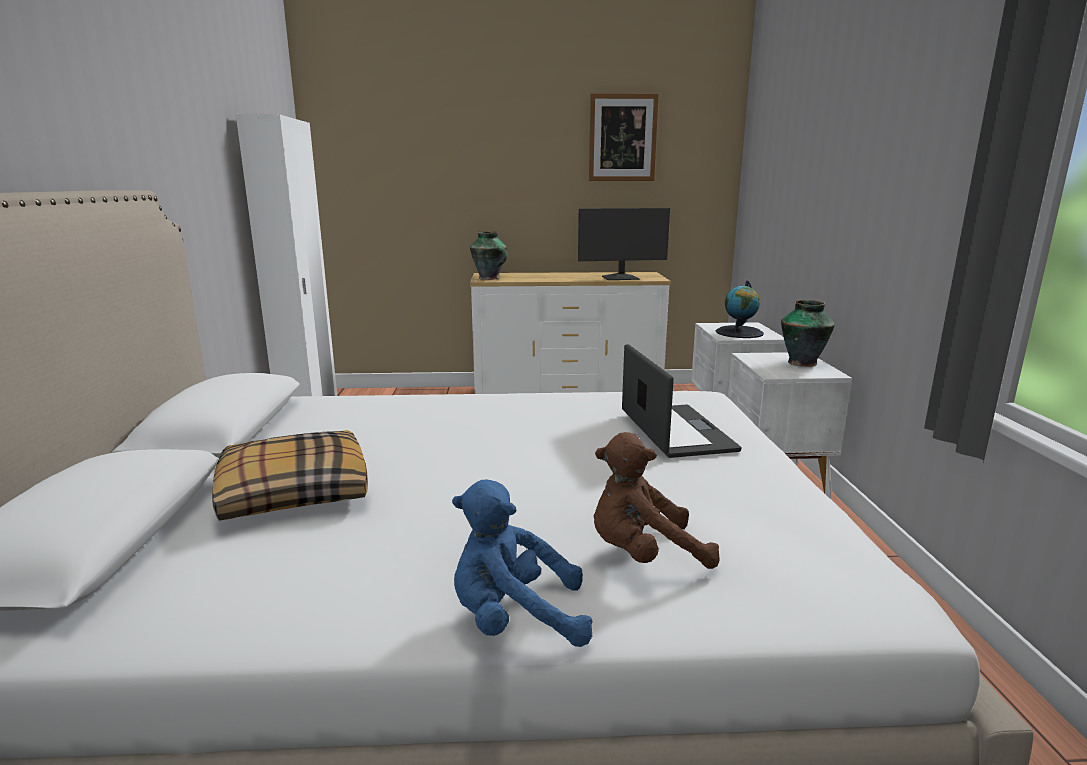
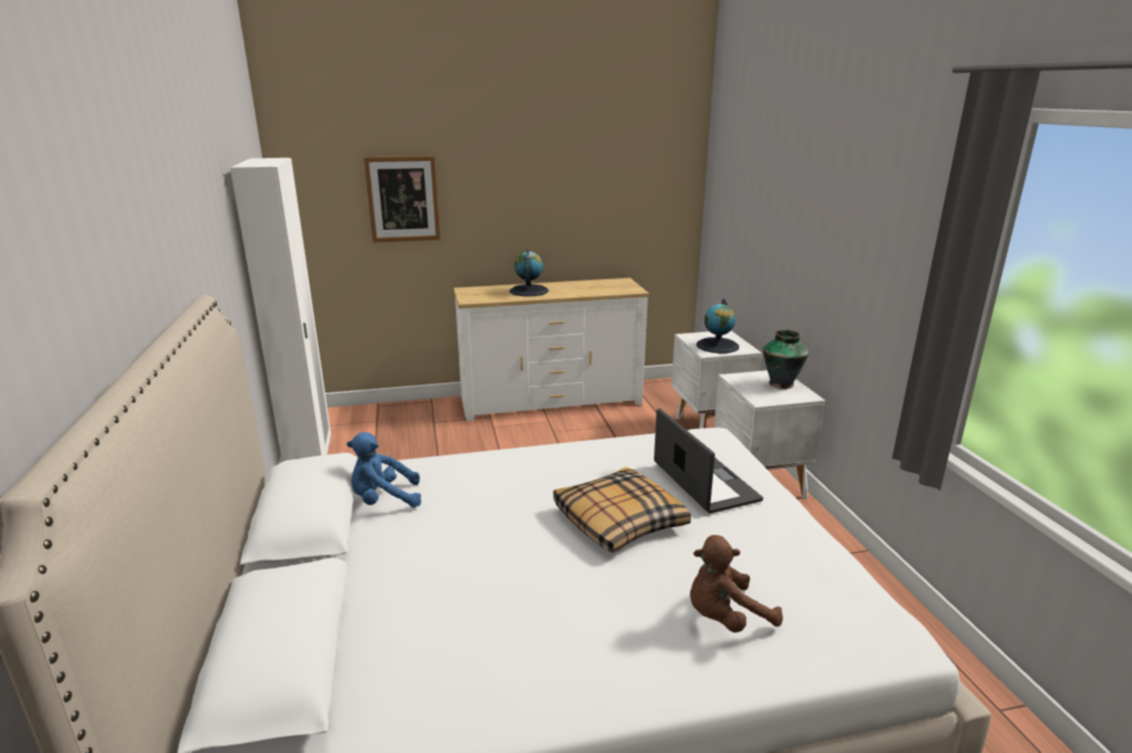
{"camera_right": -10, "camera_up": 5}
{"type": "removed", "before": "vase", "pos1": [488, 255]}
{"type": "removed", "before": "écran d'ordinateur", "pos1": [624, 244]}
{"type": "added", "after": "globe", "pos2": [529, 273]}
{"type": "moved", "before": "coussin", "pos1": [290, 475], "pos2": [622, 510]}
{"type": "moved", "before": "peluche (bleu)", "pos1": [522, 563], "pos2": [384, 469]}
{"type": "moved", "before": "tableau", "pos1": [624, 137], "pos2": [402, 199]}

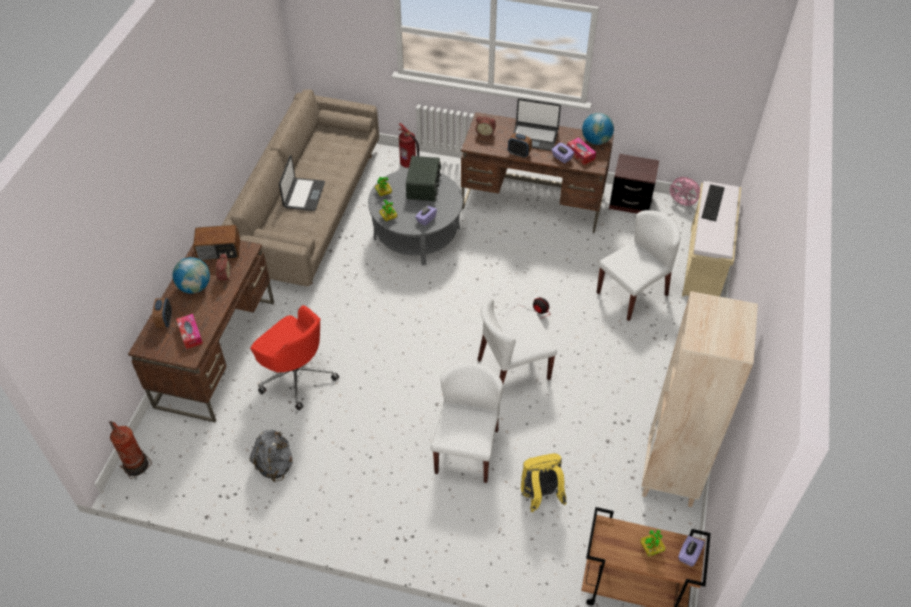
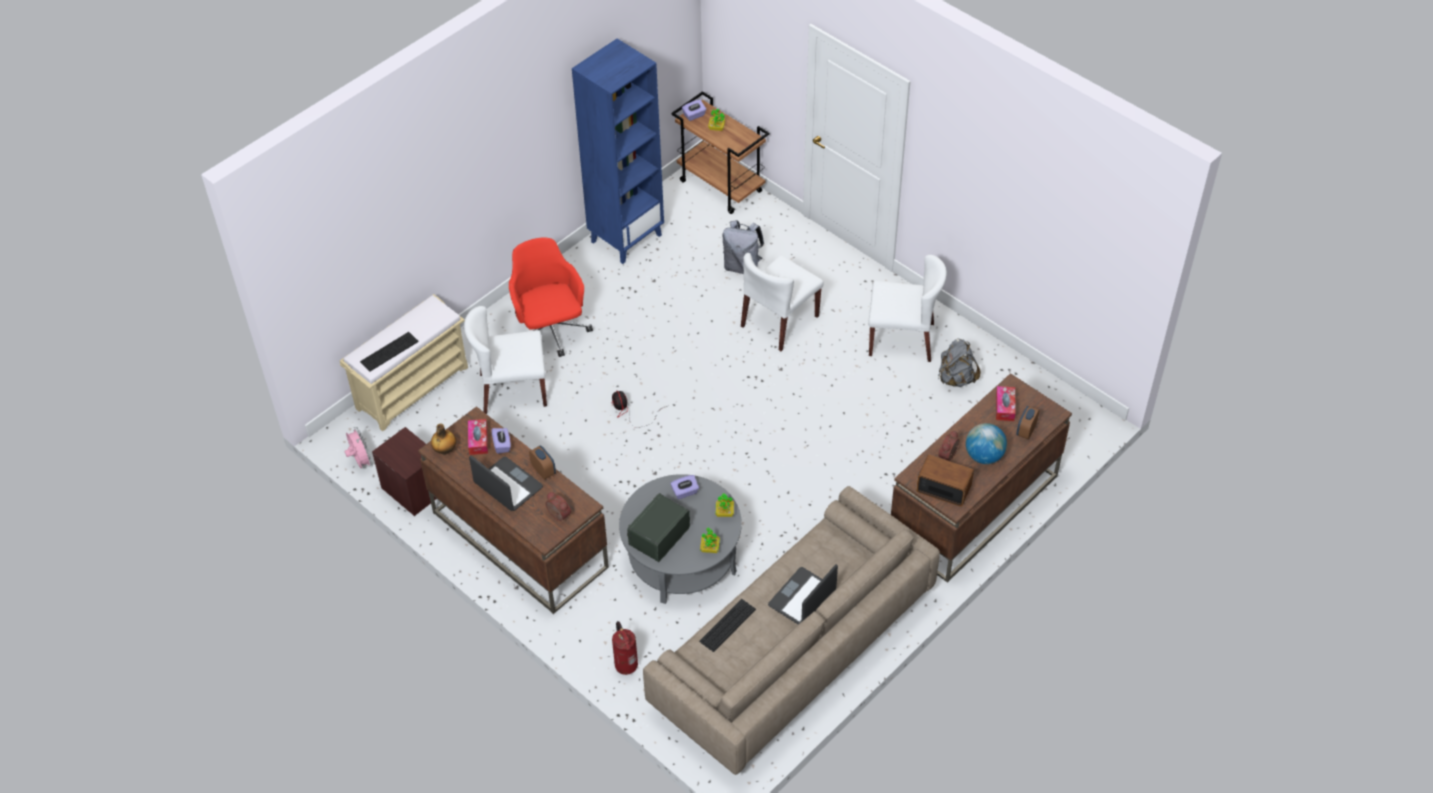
{"camera_right": -150, "camera_up": 0}
{"type": "removed", "before": "extincteur", "pos1": [130, 450]}
{"type": "added", "after": "clavier", "pos2": [727, 625]}
{"type": "moved", "before": "chaise de bureau (rouge)", "pos1": [294, 357], "pos2": [551, 297]}
{"type": "moved", "before": "chaise (blanc)", "pos1": [517, 341], "pos2": [907, 308]}
{"type": "replaced", "before": "globe", "after": "bouteille", "pos1": [598, 129], "pos2": [443, 439]}
{"type": "recoloured", "before": "sac à dos (jaune)", "after": "sac à dos (gris)", "pos1": [544, 483], "pos2": [743, 247]}
{"type": "recoloured", "before": "bibliothèque (beige)", "after": "bibliothèque (bleu)", "pos1": [699, 399], "pos2": [618, 151]}

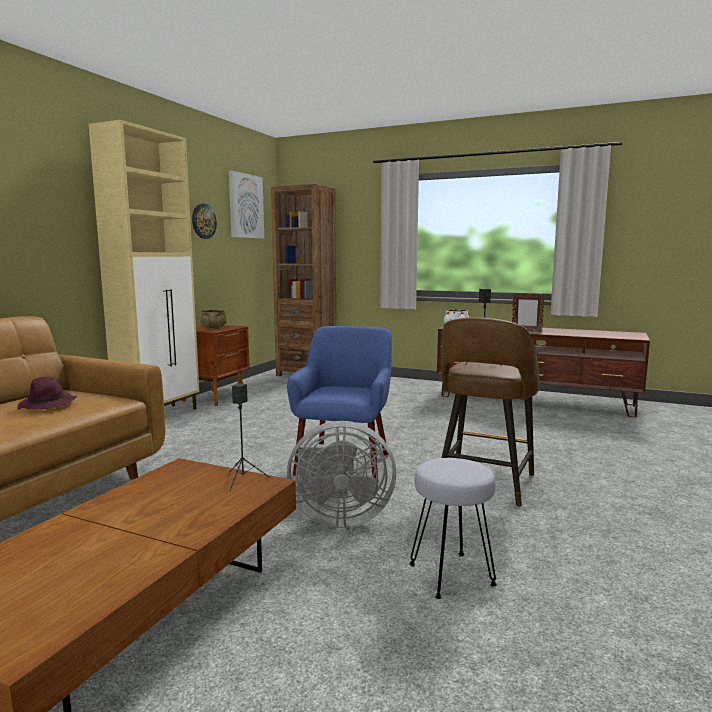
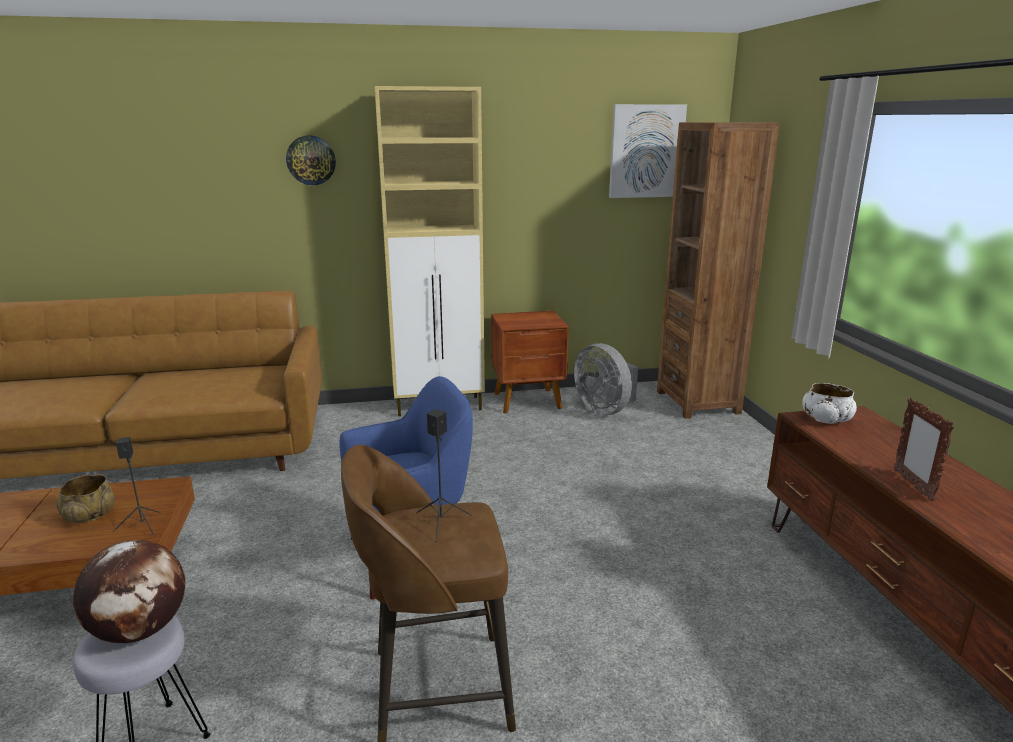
{"camera_right": 55, "camera_up": 10}
{"type": "removed", "before": "chapeau (violet)", "pos1": [47, 393]}
{"type": "added", "after": "globe", "pos2": [129, 591]}
{"type": "moved", "before": "horloge murale", "pos1": [204, 221], "pos2": [311, 160]}
{"type": "moved", "before": "bol (beige)", "pos1": [214, 319], "pos2": [85, 498]}
{"type": "moved", "before": "ventilateur (gris)", "pos1": [341, 474], "pos2": [606, 379]}

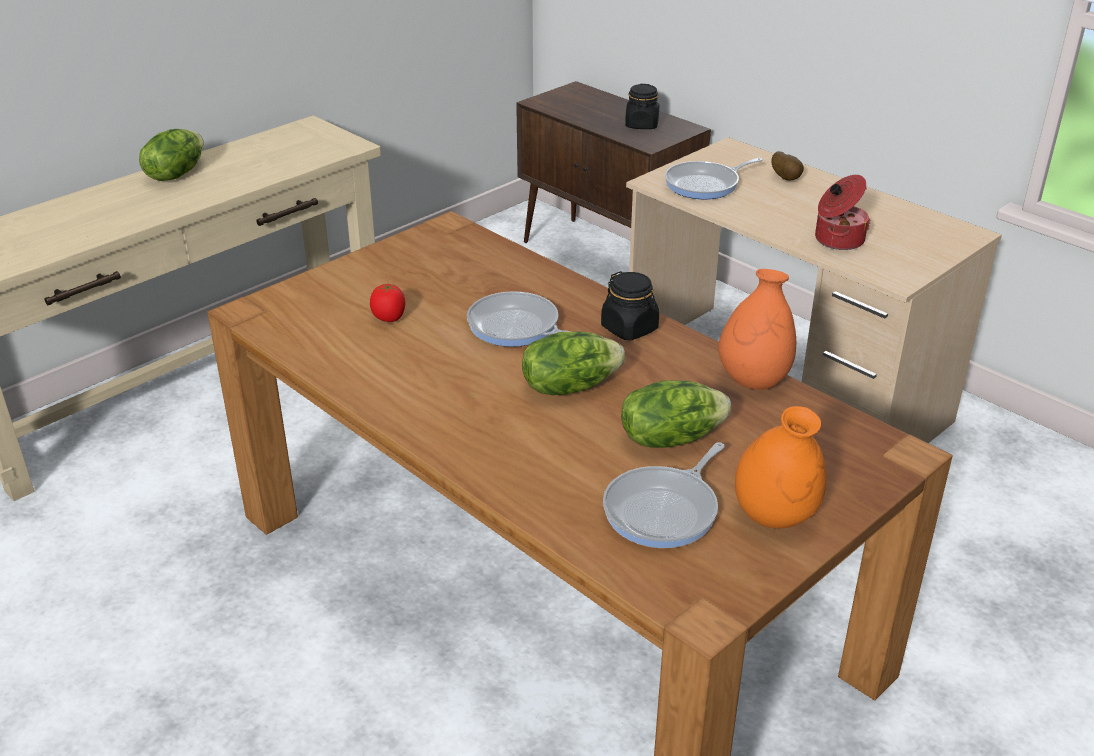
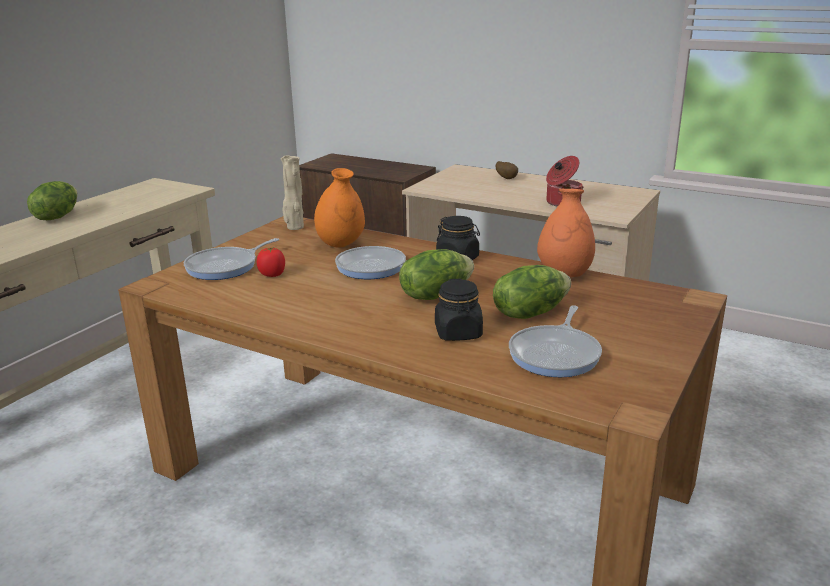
{"camera_right": -15, "camera_up": -10}
{"type": "added", "after": "vase (beige)", "pos2": [292, 192]}
{"type": "moved", "before": "bocal (noir)", "pos1": [642, 106], "pos2": [459, 310]}
{"type": "moved", "before": "poêle", "pos1": [713, 178], "pos2": [231, 259]}
{"type": "moved", "before": "vase (orange)", "pos1": [780, 467], "pos2": [339, 207]}

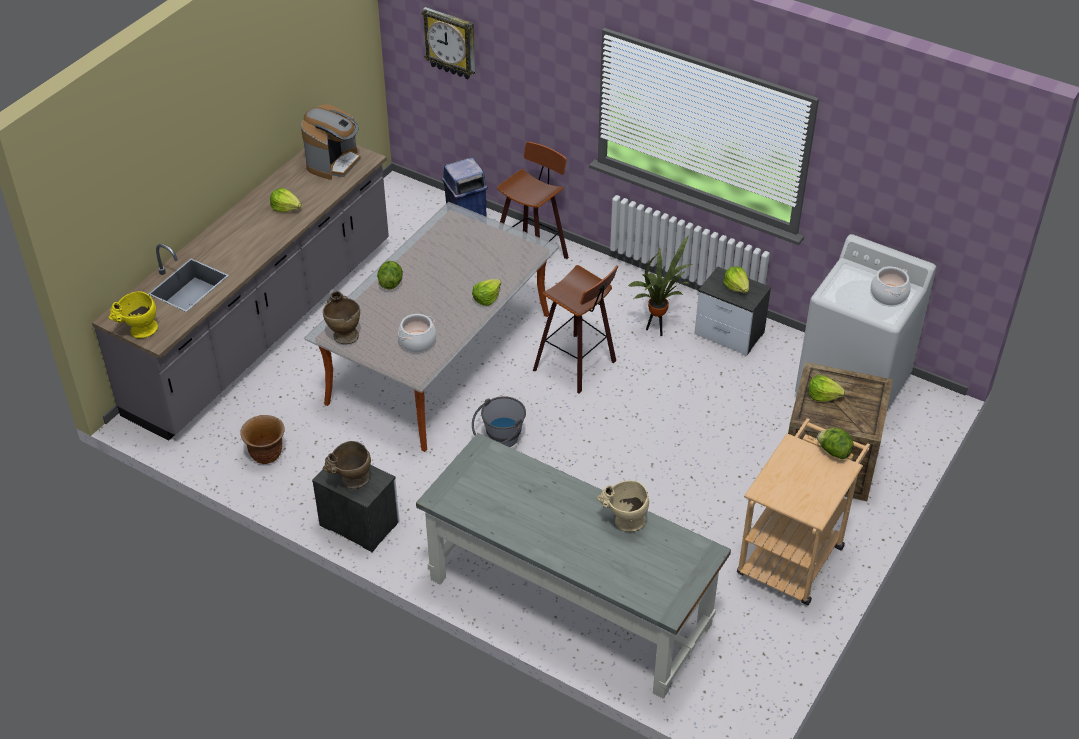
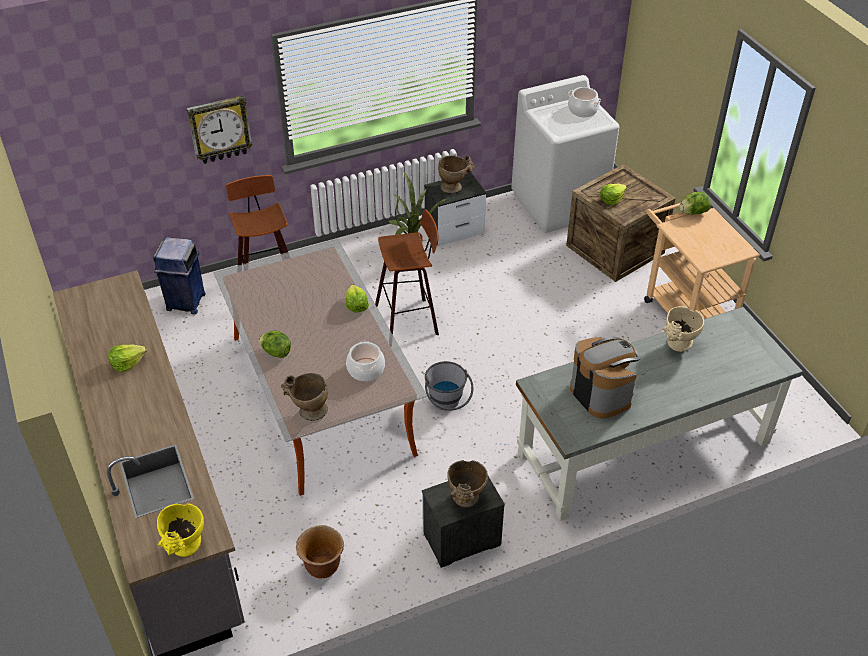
{"camera_right": -55, "camera_up": 0}
{"type": "moved", "before": "machine à café", "pos1": [331, 142], "pos2": [605, 377]}
{"type": "moved", "before": "horloge murale", "pos1": [448, 43], "pos2": [220, 129]}
{"type": "replaced", "before": "laitue", "after": "vase (beige)", "pos1": [736, 279], "pos2": [456, 175]}

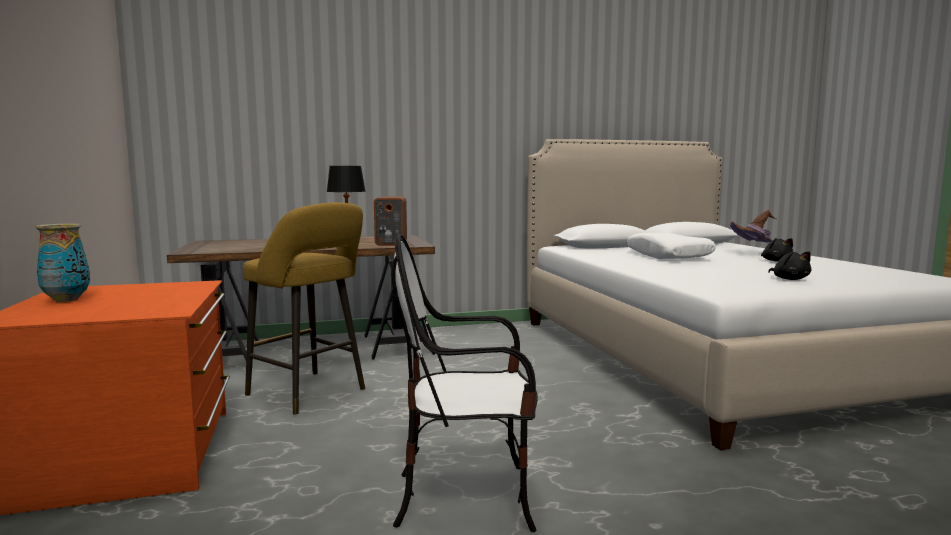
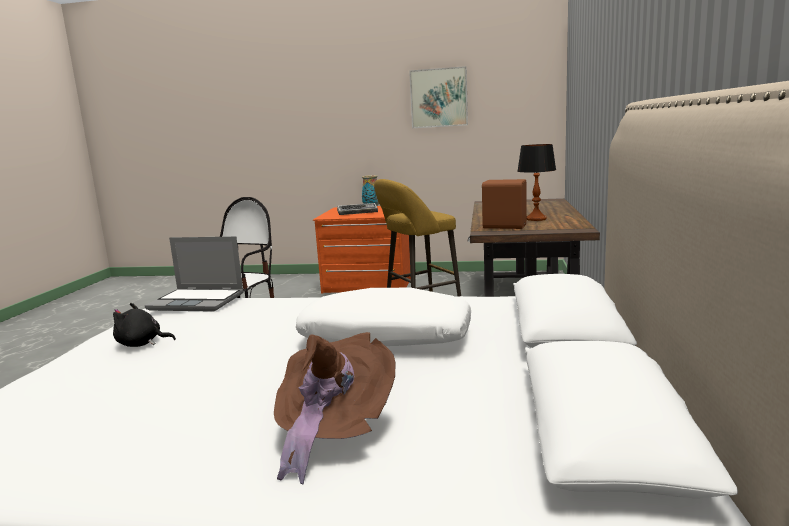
{"camera_right": 115, "camera_up": 5}
{"type": "removed", "before": "peluche (noir)", "pos1": [777, 250]}
{"type": "added", "after": "ordinateur portable", "pos2": [194, 274]}
{"type": "added", "after": "clavier", "pos2": [357, 209]}
{"type": "added", "after": "tableau", "pos2": [438, 97]}

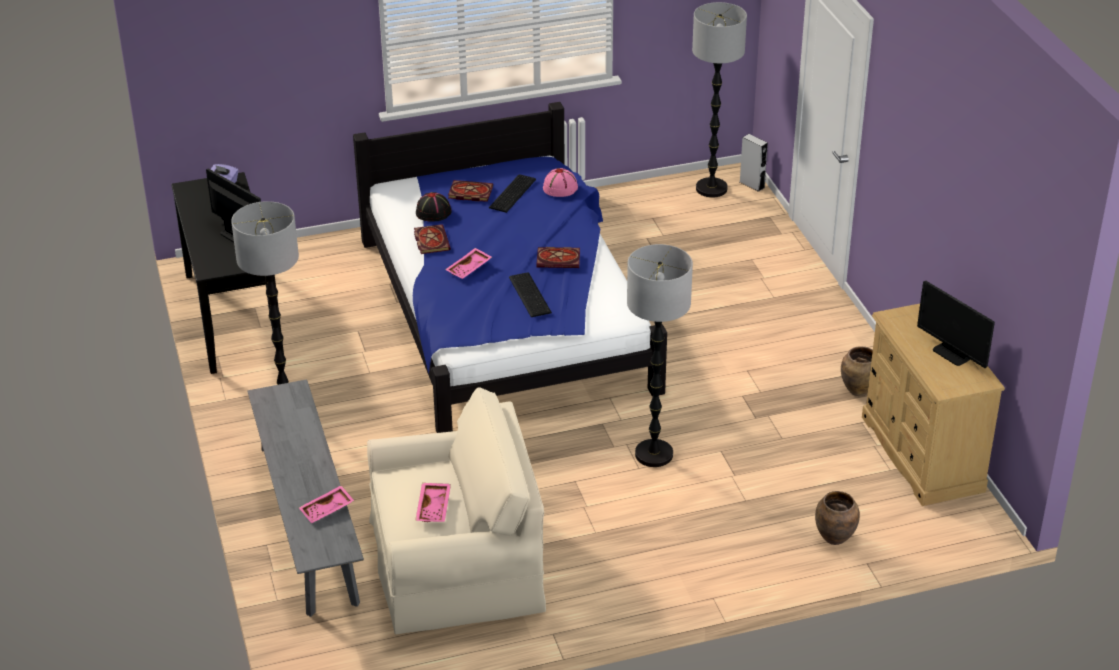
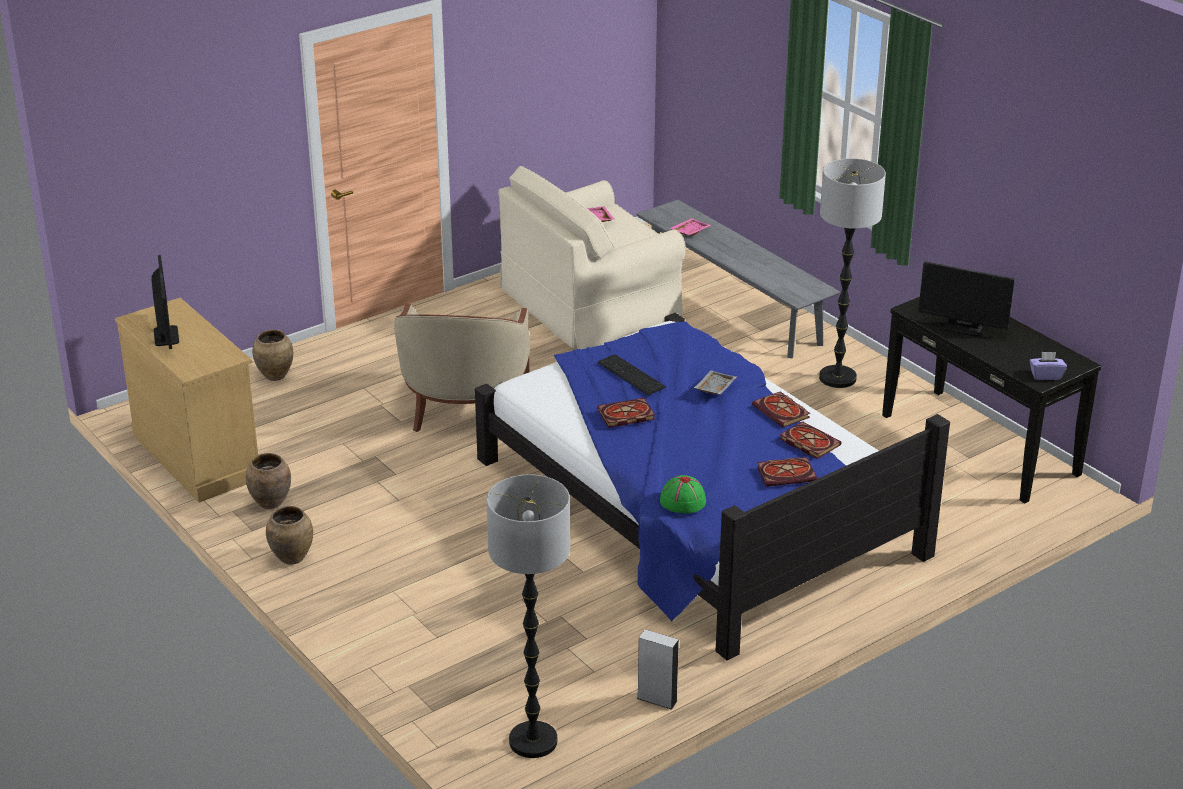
{"camera_right": 160, "camera_up": -5}
{"type": "removed", "before": "clavier", "pos1": [512, 193]}
{"type": "added", "after": "vase (marron)", "pos2": [289, 535]}
{"type": "moved", "before": "enceinte (gris)", "pos1": [754, 163], "pos2": [658, 669]}
{"type": "replaced", "before": "chapeau (noir)", "after": "livre", "pos1": [434, 207], "pos2": [810, 440]}
{"type": "replaced", "before": "lampadaire", "after": "fauteuil (beige)", "pos1": [660, 355], "pos2": [462, 368]}
{"type": "recoloured", "before": "plateau (rose)", "after": "plateau (gris)", "pos1": [468, 263], "pos2": [715, 382]}
{"type": "recoloured", "before": "chapeau (rose)", "after": "chapeau (vert)", "pos1": [560, 182], "pos2": [683, 494]}
{"type": "turned", "before": "écran d'ordinateur", "pos1": [956, 324], "pos2": [165, 302], "turn": 45}

